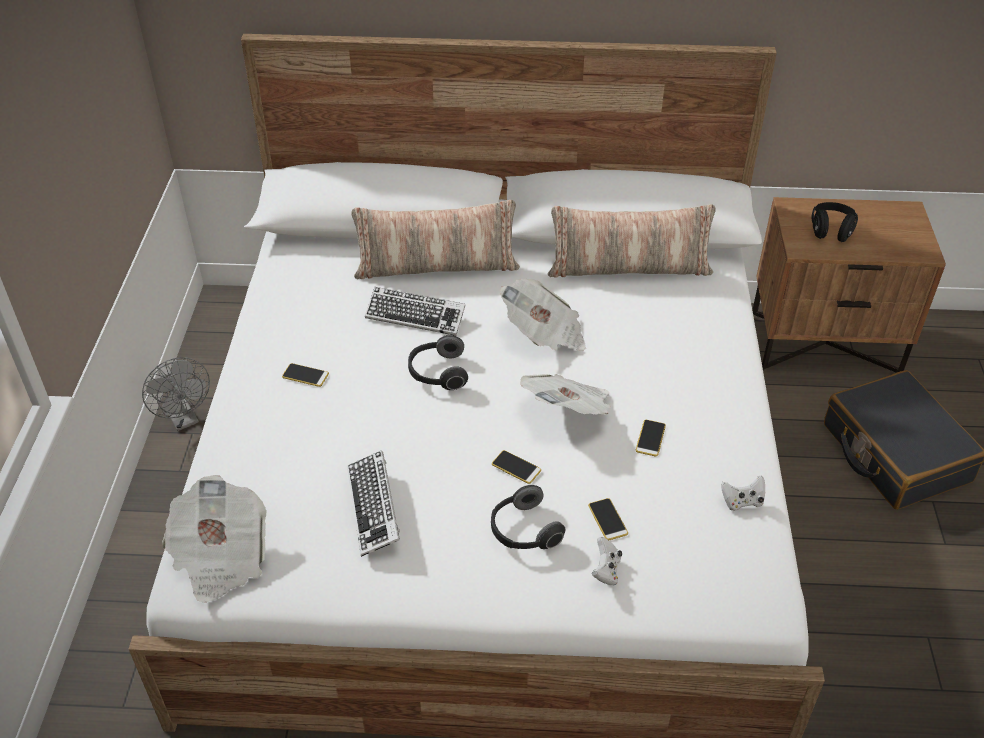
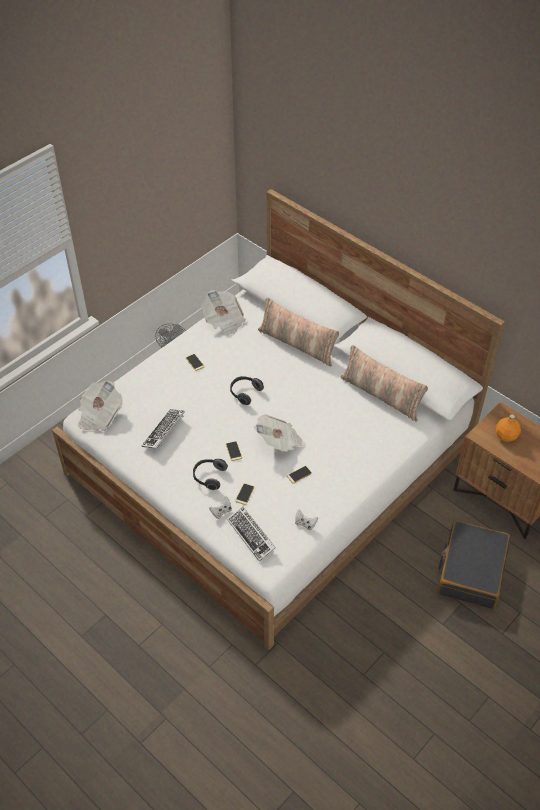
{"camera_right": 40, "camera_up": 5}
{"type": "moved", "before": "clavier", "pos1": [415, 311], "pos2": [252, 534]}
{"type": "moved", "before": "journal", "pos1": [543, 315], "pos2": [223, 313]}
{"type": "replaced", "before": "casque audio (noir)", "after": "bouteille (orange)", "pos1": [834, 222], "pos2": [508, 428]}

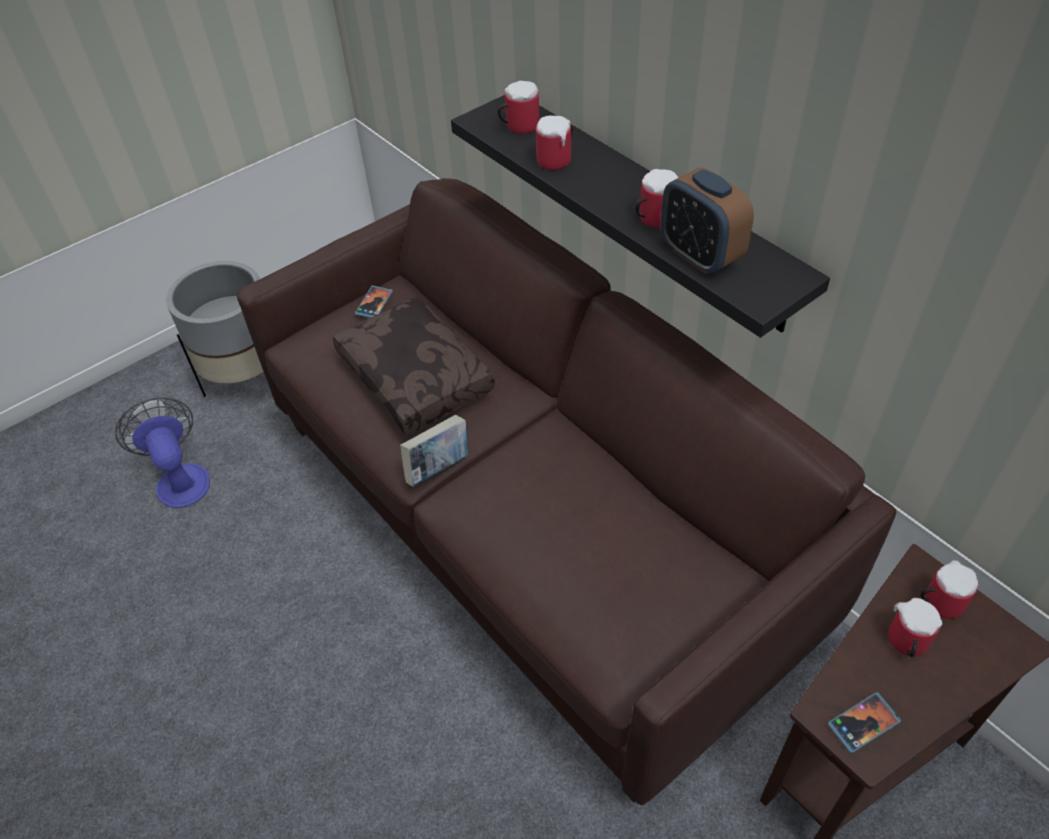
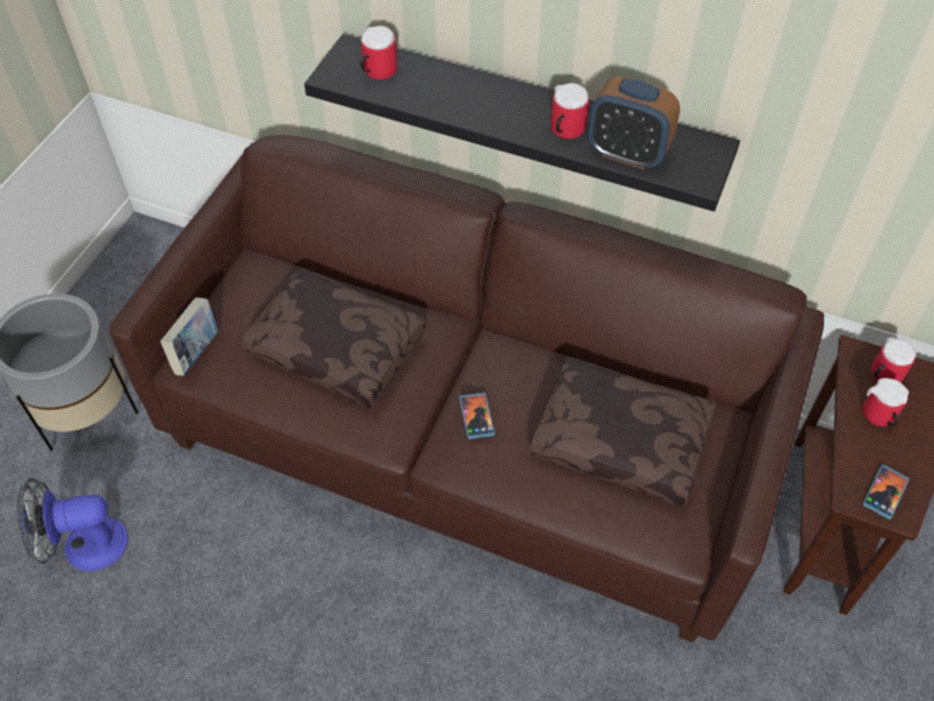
{"camera_right": -30, "camera_up": 5}
{"type": "removed", "before": "mug", "pos1": [554, 142]}
{"type": "added", "after": "coussin (marron)", "pos2": [622, 431]}
{"type": "moved", "before": "téléphone", "pos1": [374, 301], "pos2": [477, 415]}
{"type": "moved", "before": "livre", "pos1": [434, 451], "pos2": [189, 337]}
{"type": "turned", "before": "ventilateur", "pos1": [162, 452], "pos2": [72, 524], "turn": -45}

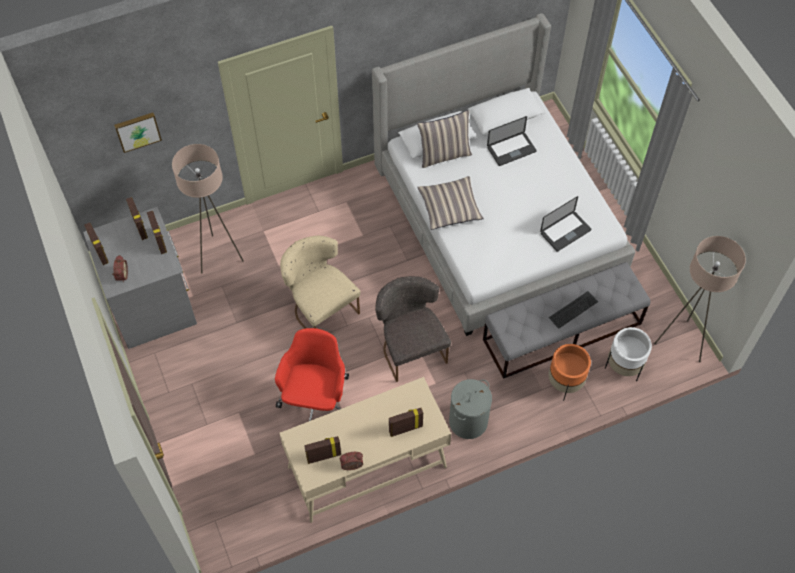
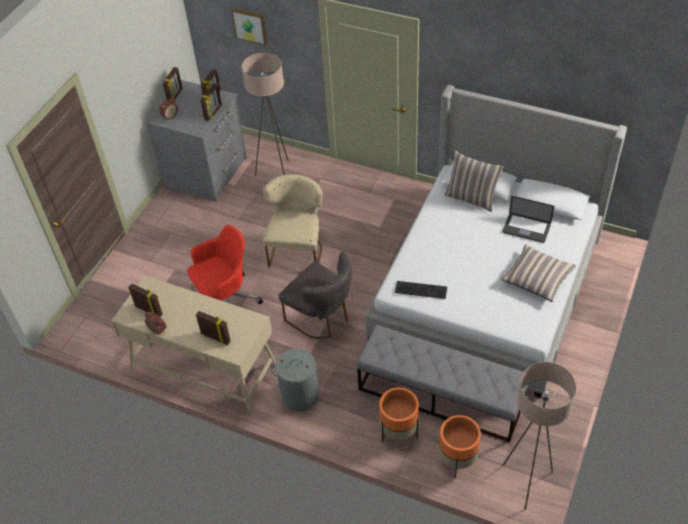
{"camera_right": 50, "camera_up": -10}
{"type": "removed", "before": "ordinateur portable", "pos1": [565, 223]}
{"type": "moved", "before": "coussin", "pos1": [450, 203], "pos2": [538, 273]}
{"type": "moved", "before": "clavier", "pos1": [573, 309], "pos2": [421, 290]}
{"type": "recoloured", "before": "cache-pot (blanc)", "after": "cache-pot (orange)", "pos1": [628, 354], "pos2": [460, 446]}
{"type": "turned", "before": "chaise (gris)", "pos1": [413, 329], "pos2": [315, 295], "turn": 105}

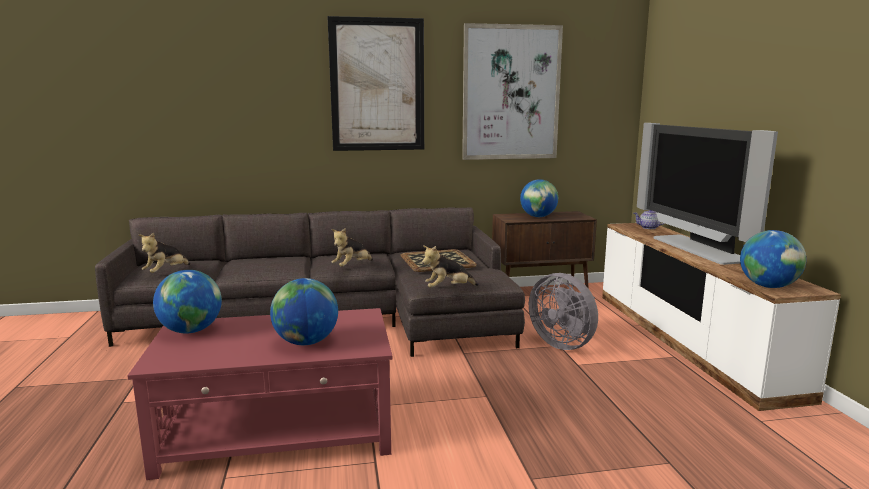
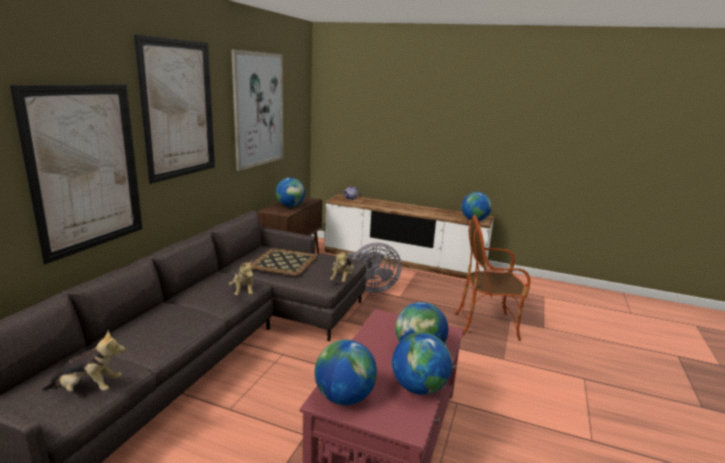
{"camera_right": -60, "camera_up": 5}
{"type": "removed", "before": "téléviseur", "pos1": [707, 194]}
{"type": "added", "after": "tableau", "pos2": [76, 174]}
{"type": "added", "after": "globe", "pos2": [422, 363]}
{"type": "added", "after": "fauteuil", "pos2": [492, 278]}
{"type": "turned", "before": "peluche", "pos1": [164, 253], "pos2": [84, 361], "turn": -60}

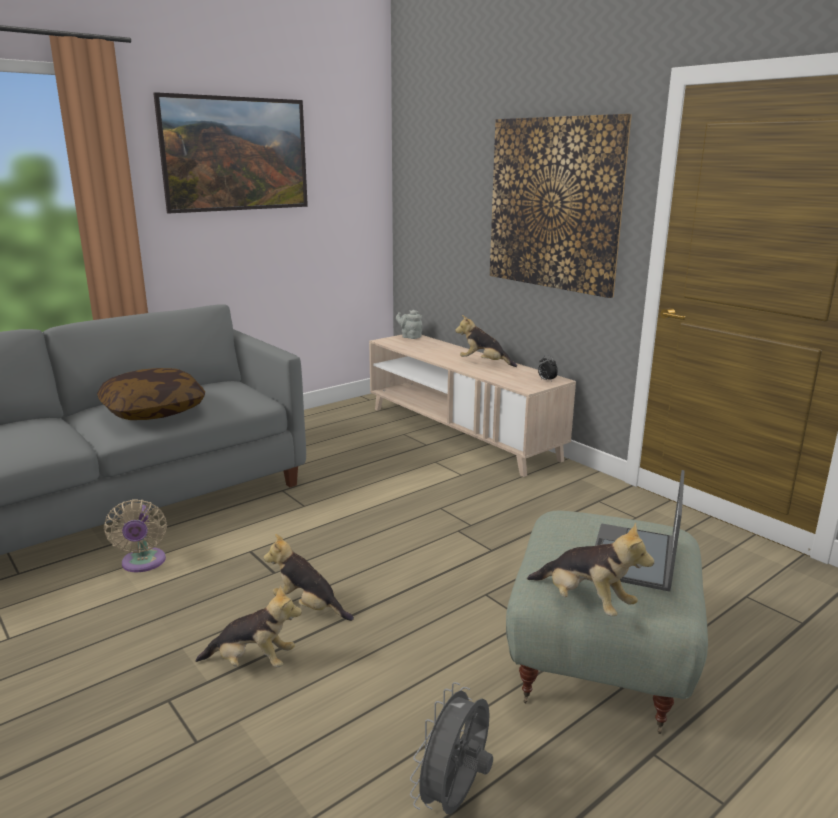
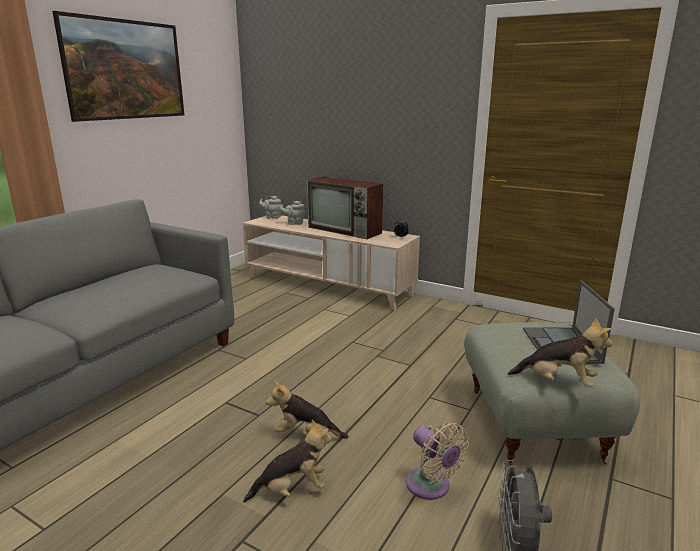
{"camera_right": -20, "camera_up": 0}
{"type": "removed", "before": "coussin", "pos1": [151, 394]}
{"type": "removed", "before": "tableau", "pos1": [561, 206]}
{"type": "added", "after": "théière (gris)", "pos2": [292, 213]}
{"type": "moved", "before": "ventilateur (beige)", "pos1": [135, 535], "pos2": [437, 461]}
{"type": "replaced", "before": "peluche", "after": "téléviseur", "pos1": [486, 341], "pos2": [345, 207]}

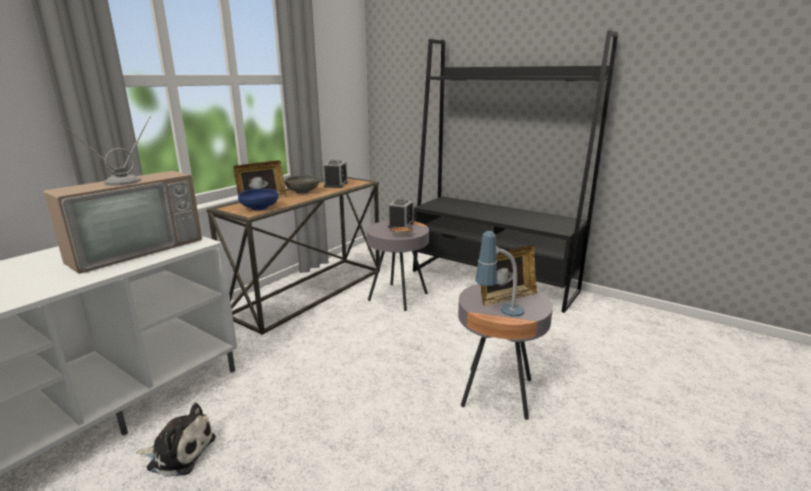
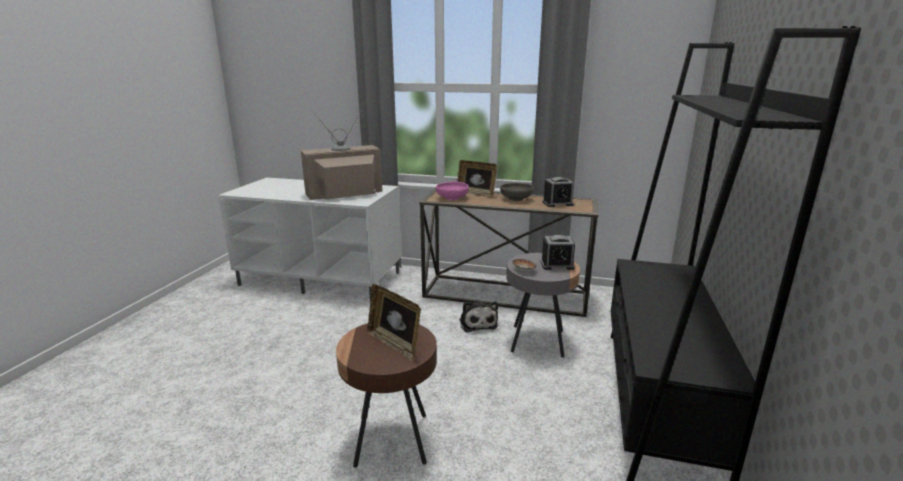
{"camera_right": 70, "camera_up": 0}
{"type": "removed", "before": "lampe de table", "pos1": [500, 274]}
{"type": "moved", "before": "peluche", "pos1": [176, 440], "pos2": [478, 317]}
{"type": "recoloured", "before": "bol (bleu)", "after": "bol (rose)", "pos1": [258, 200], "pos2": [452, 191]}
{"type": "recoloured", "before": "table d'appoint (gris)", "after": "table d'appoint (marron)", "pos1": [505, 352], "pos2": [386, 395]}
{"type": "turned", "before": "téléviseur", "pos1": [122, 195], "pos2": [341, 155], "turn": 135}

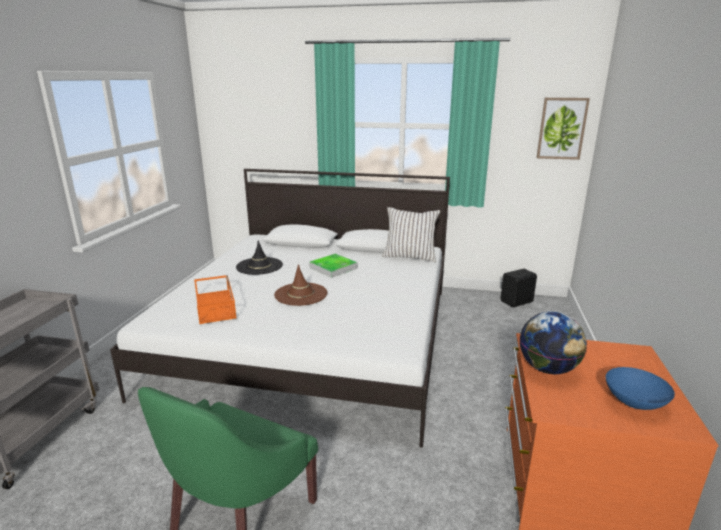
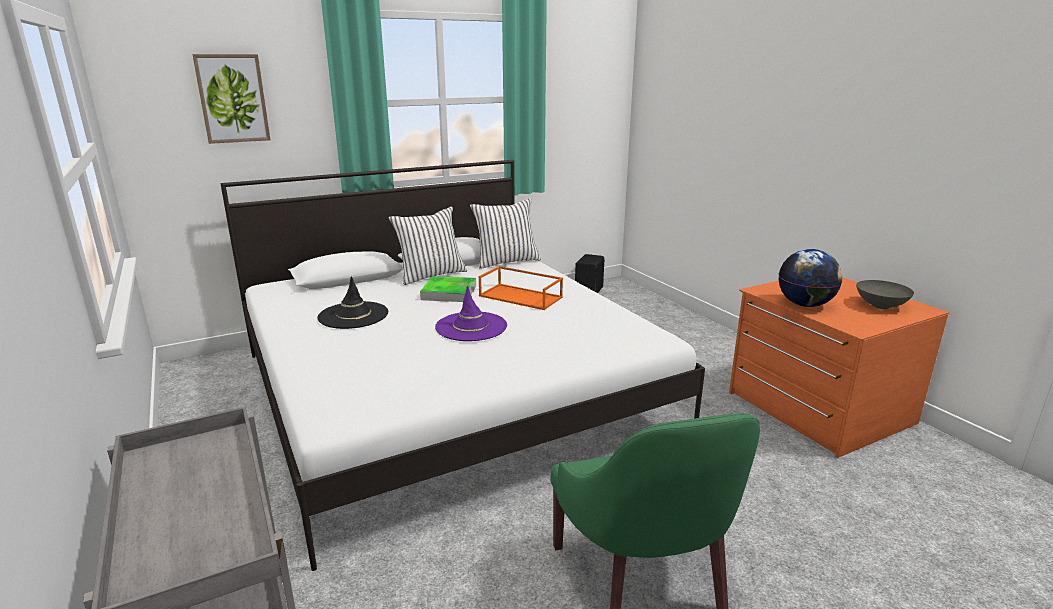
{"camera_right": -40, "camera_up": 0}
{"type": "added", "after": "coussin (blanc)", "pos2": [428, 246]}
{"type": "moved", "before": "plateau (orange)", "pos1": [215, 299], "pos2": [521, 288]}
{"type": "moved", "before": "tableau", "pos1": [563, 129], "pos2": [231, 99]}
{"type": "recoloured", "before": "chapeau (marron)", "after": "chapeau (violet)", "pos1": [300, 285], "pos2": [471, 313]}
{"type": "recoloured", "before": "bol (bleu)", "after": "bol (gris)", "pos1": [640, 388], "pos2": [885, 294]}

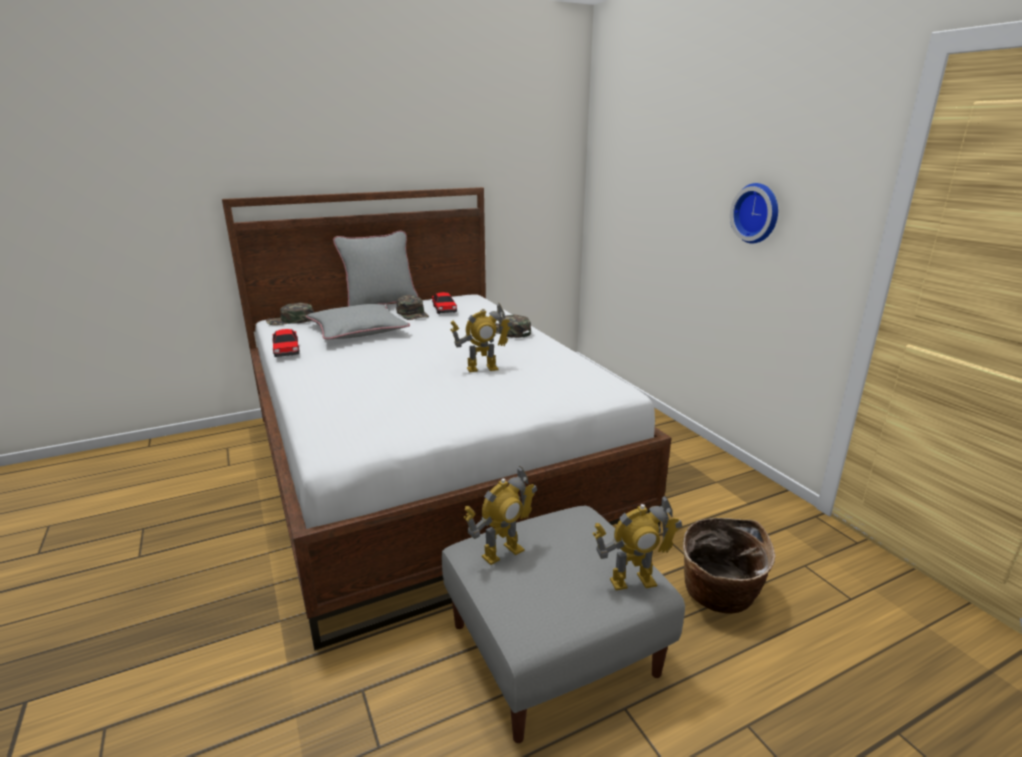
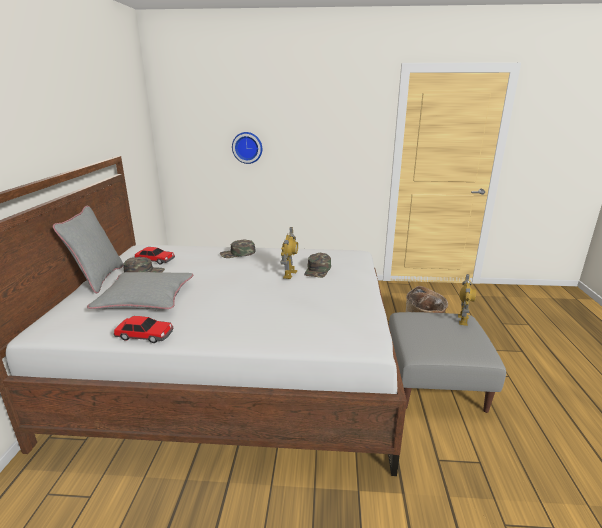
{"camera_right": -60, "camera_up": 0}
{"type": "removed", "before": "robot jouet", "pos1": [500, 515]}
{"type": "moved", "before": "casquette (vert)", "pos1": [290, 314], "pos2": [317, 265]}
{"type": "moved", "before": "horloge murale", "pos1": [754, 213], "pos2": [247, 148]}

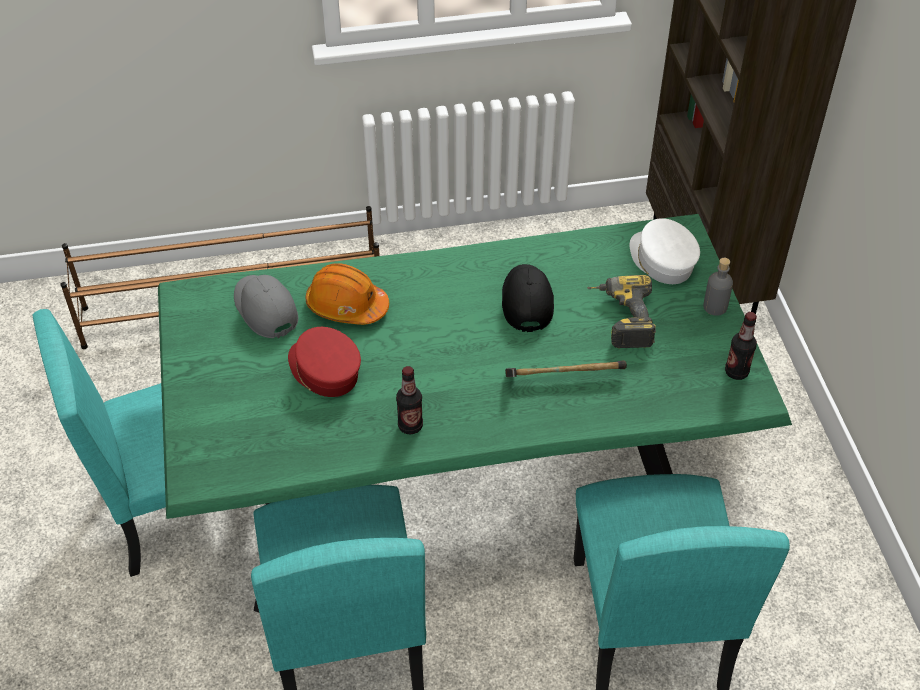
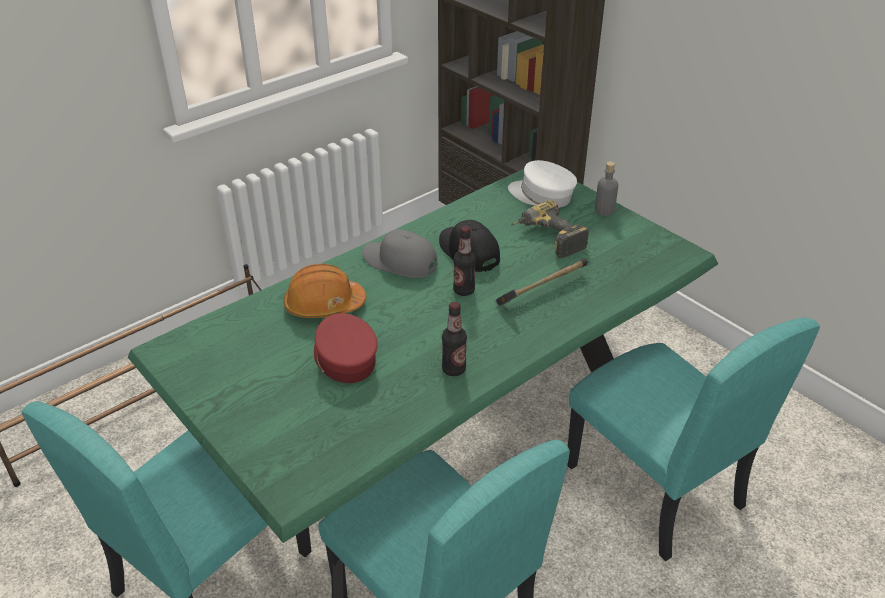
{"camera_right": -30, "camera_up": -10}
{"type": "moved", "before": "casquette (gris)", "pos1": [266, 306], "pos2": [400, 253]}
{"type": "moved", "before": "bouteille", "pos1": [741, 346], "pos2": [464, 261]}
{"type": "turned", "before": "casquette (rouge)", "pos1": [324, 362], "pos2": [346, 348], "turn": 45}

